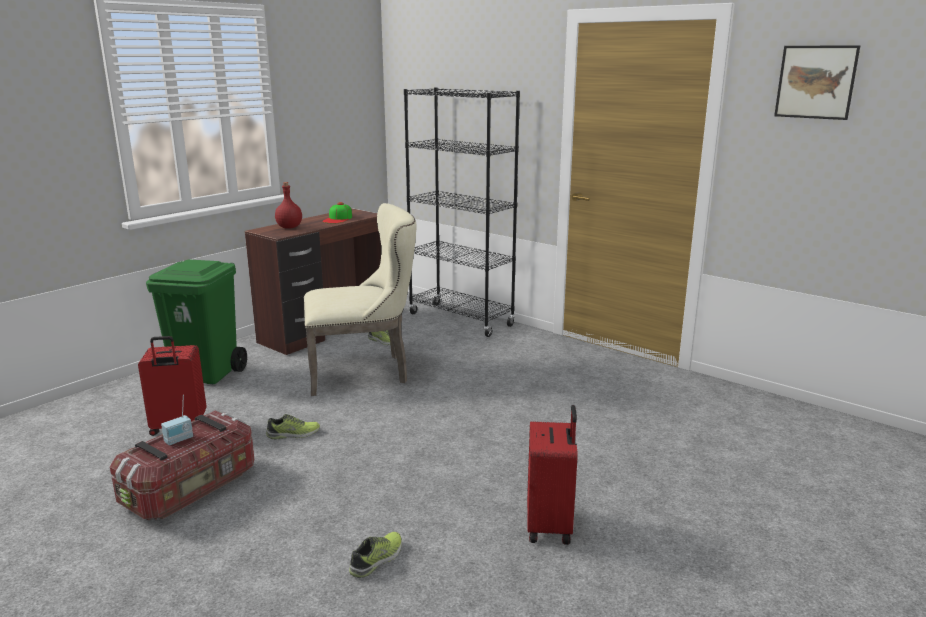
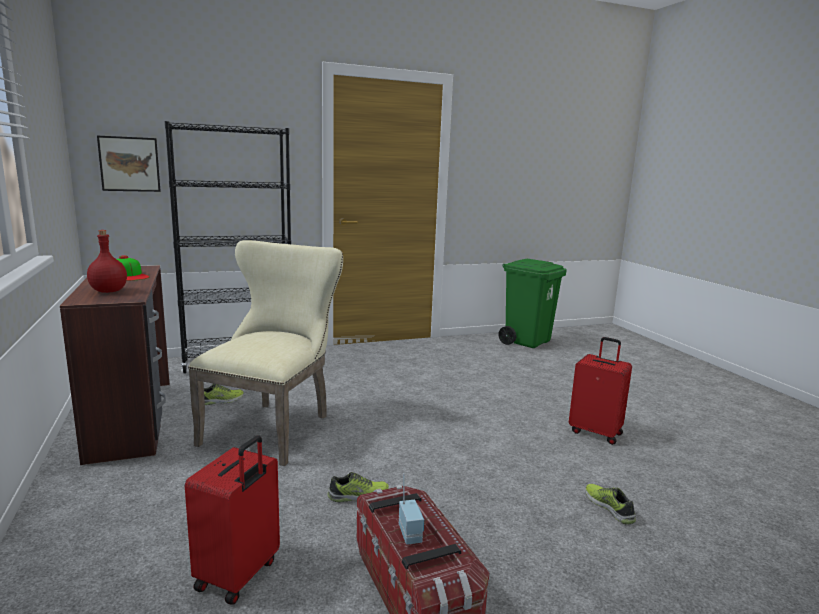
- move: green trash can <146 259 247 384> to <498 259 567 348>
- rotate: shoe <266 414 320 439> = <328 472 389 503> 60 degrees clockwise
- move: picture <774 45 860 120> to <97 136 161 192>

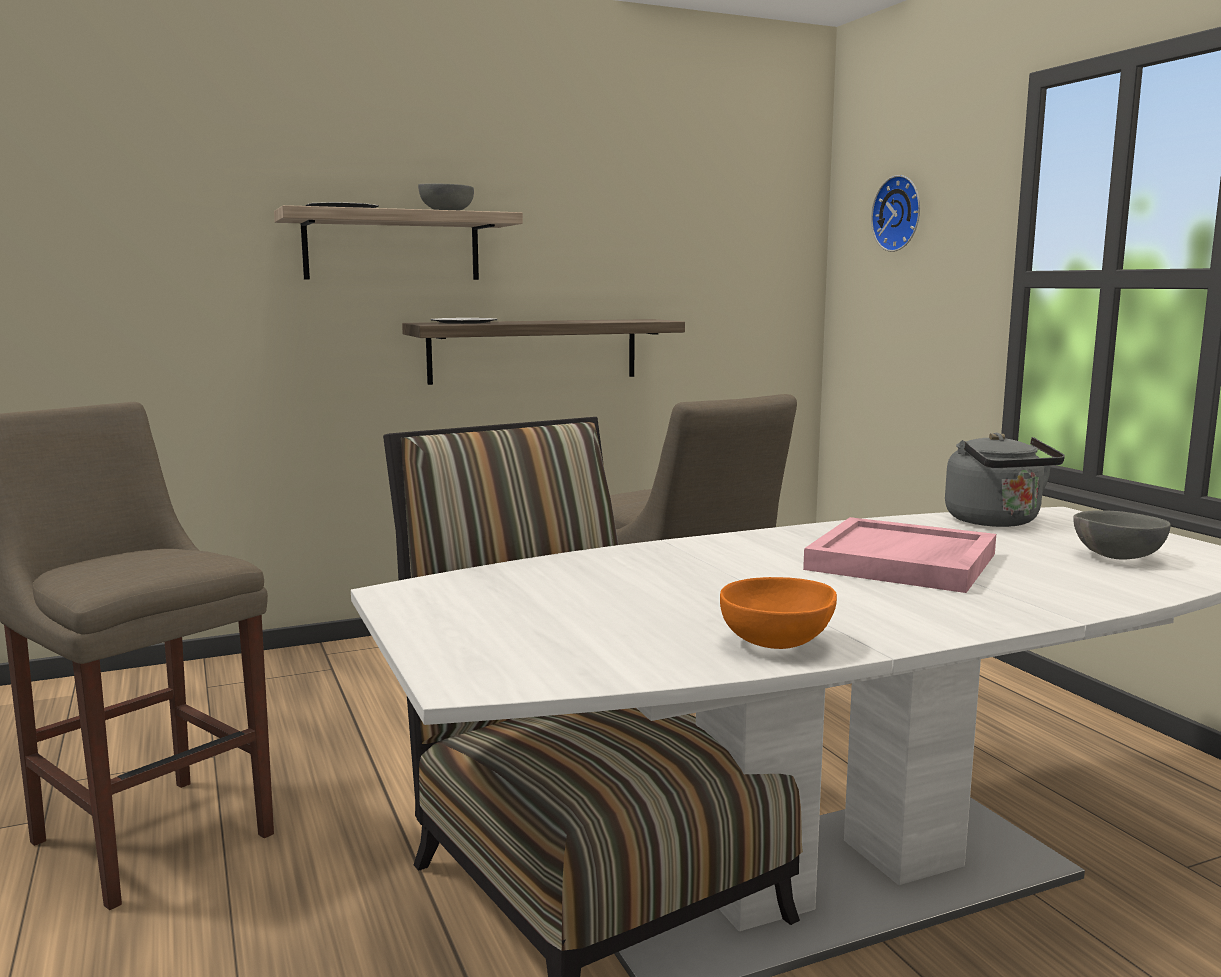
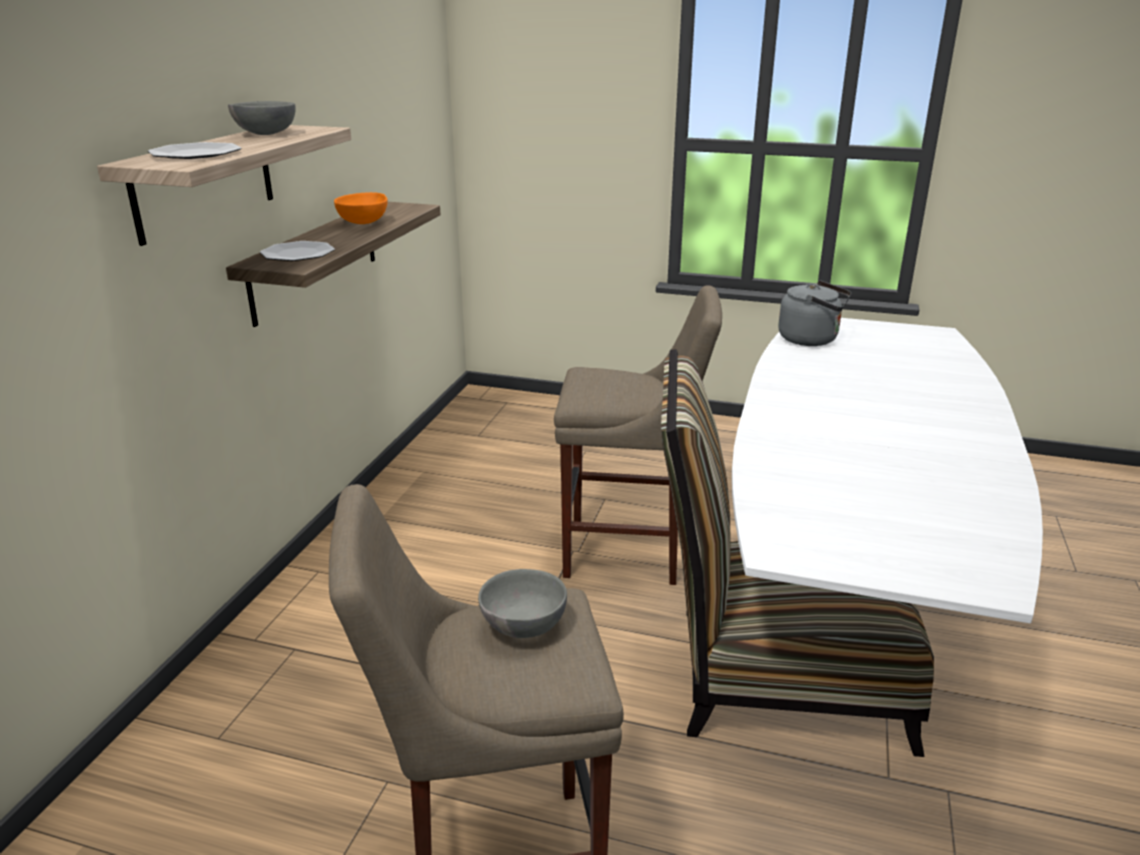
- move: orange bowl <720 577 837 649> to <334 192 387 224>
- delete: pink tray <803 517 996 593>
- delete: wall clock <871 175 920 252>
- move: grey bowl <1074 510 1171 560> to <478 569 567 638>

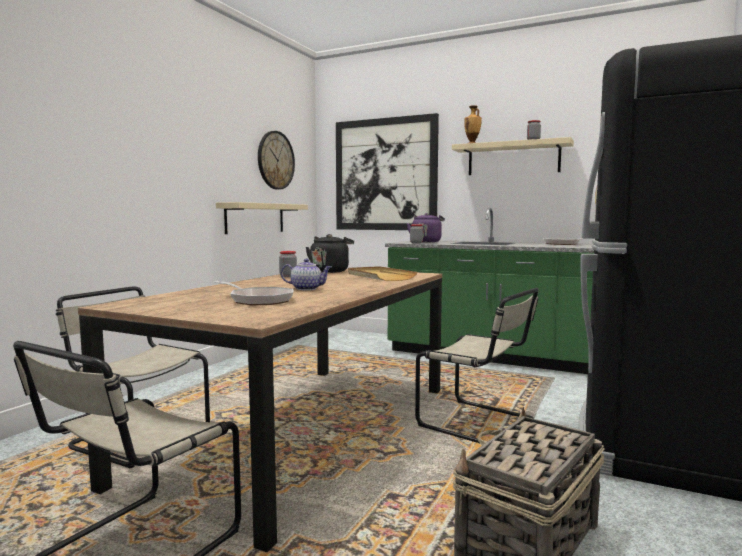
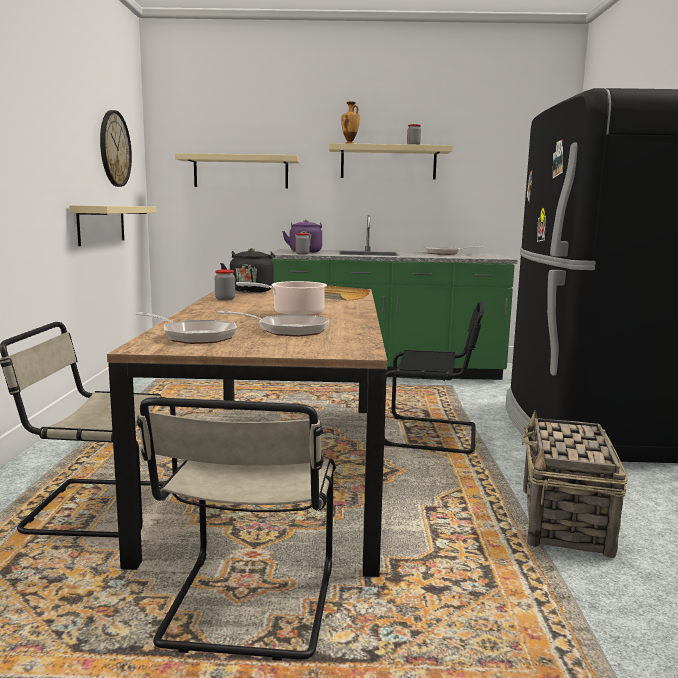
- replace: teapot <281 259 331 290> to cooking pot <236 281 327 316>
- replace: picture <336 113 439 230> to beige shelf <175 153 300 189>
- recolor: beige chair <415 288 539 443> to black chair <384 301 484 454>
- insert: frying pan <136 312 237 344>

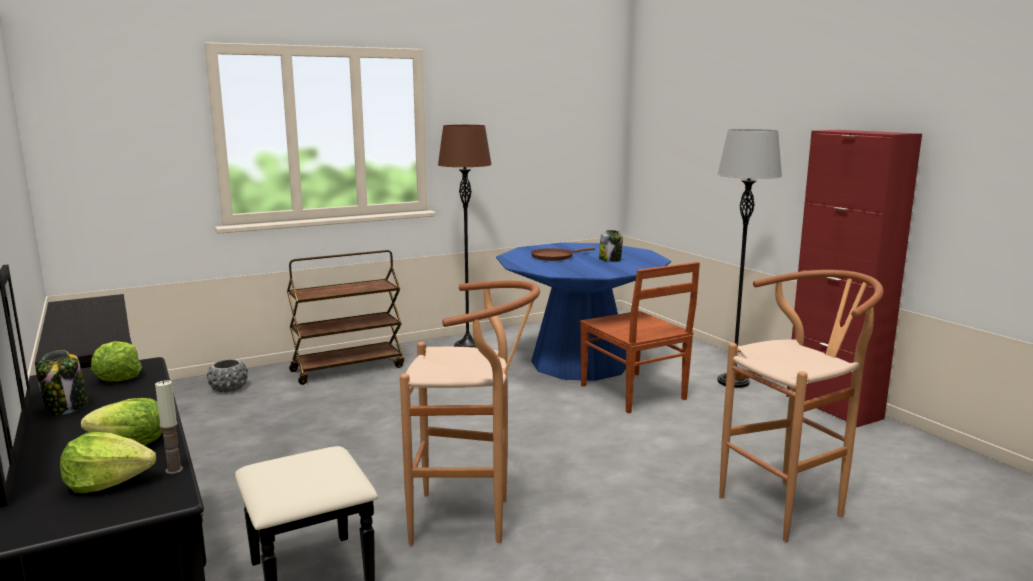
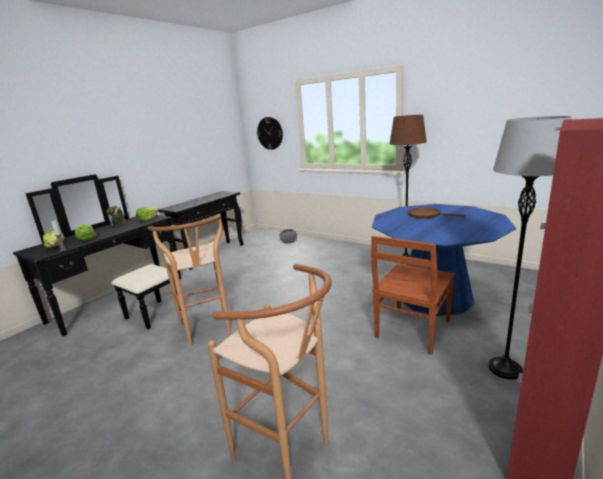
- delete: brown cart <287 250 404 385>
- delete: jar <599 230 623 262>
- insert: wall clock <257 117 283 150>

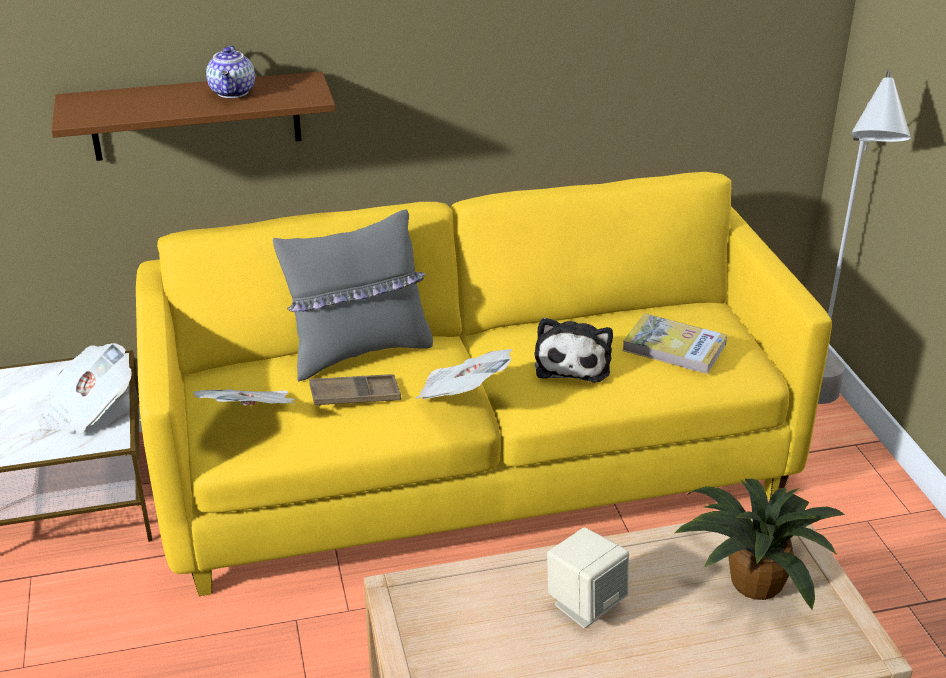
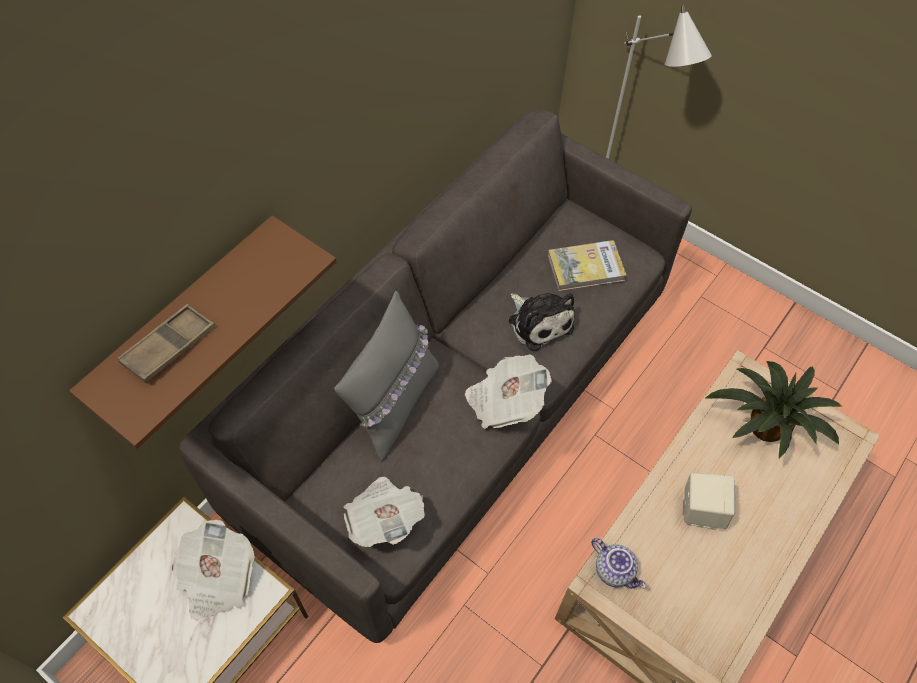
- recolor: yellow sofa <136 172 832 596> to grey sofa <179 110 692 643>
- move: teapot <206 45 255 98> to <591 538 646 589>
- move: brown tray <309 374 401 406> to <117 304 215 383>

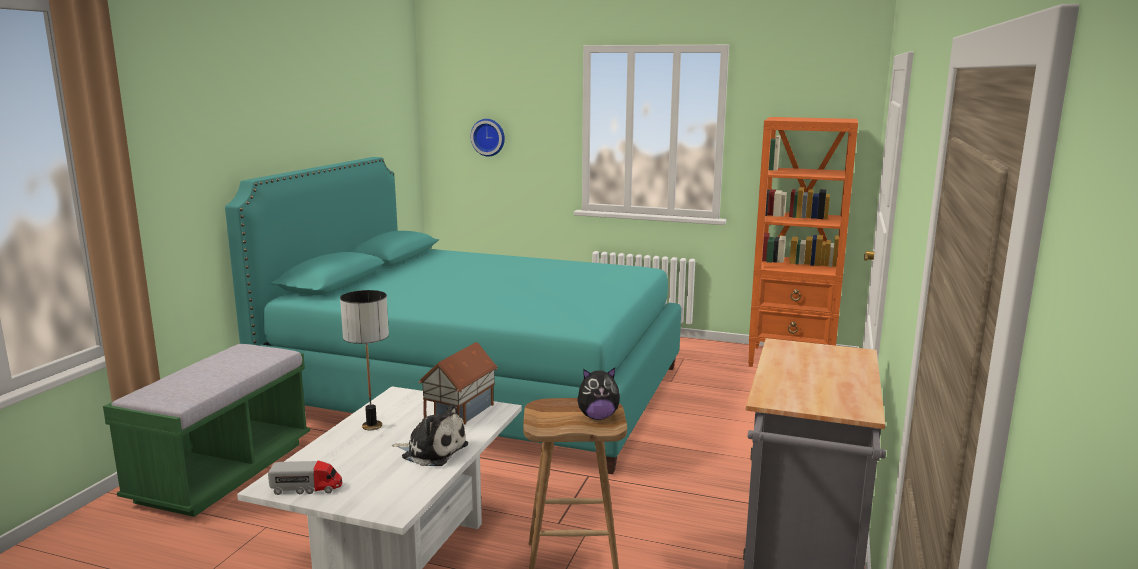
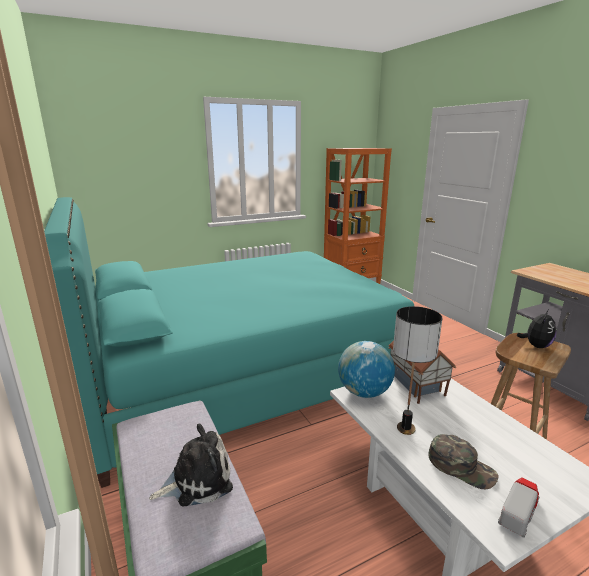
- move: plush toy <392 404 468 466> to <149 424 233 506>
- delete: wall clock <470 119 505 157>
- insert: globe <338 341 395 398>
- insert: green cap <429 434 498 489>

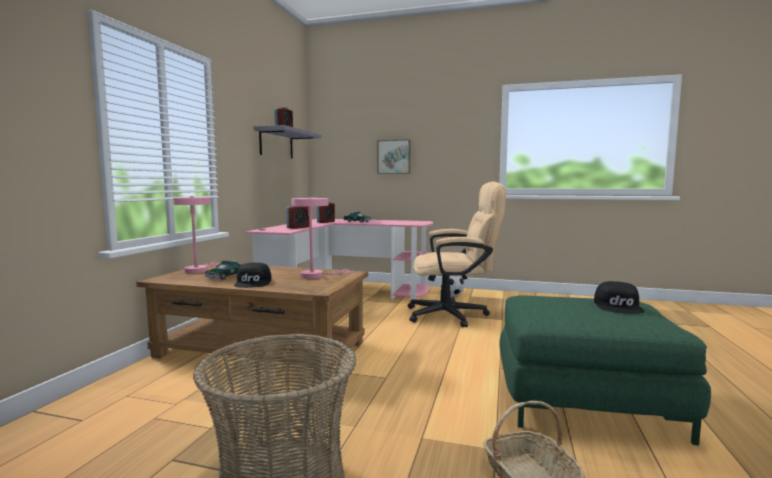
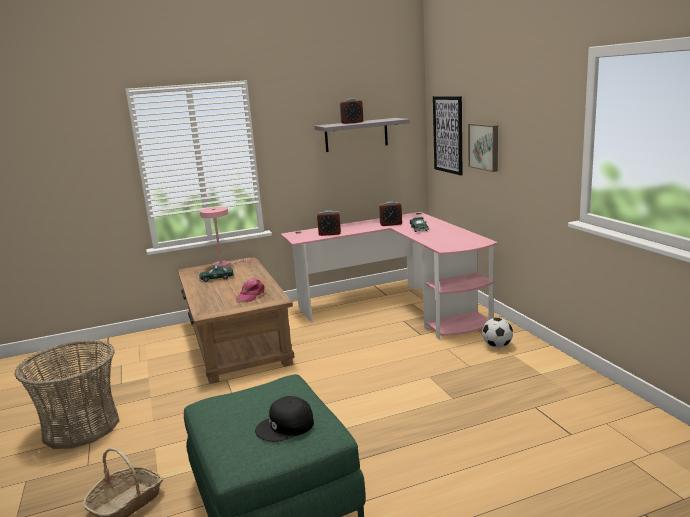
- delete: black cap <234 262 271 288>
- replace: pink table lamp <292 197 349 279> to pink cap <236 278 265 302>
- delete: beige office chair <408 182 506 328>
- insert: picture <433 96 462 175>

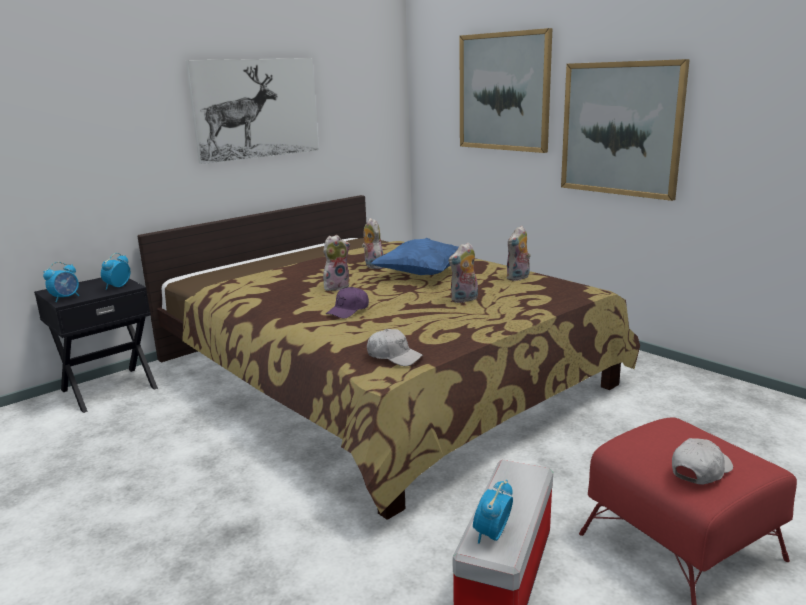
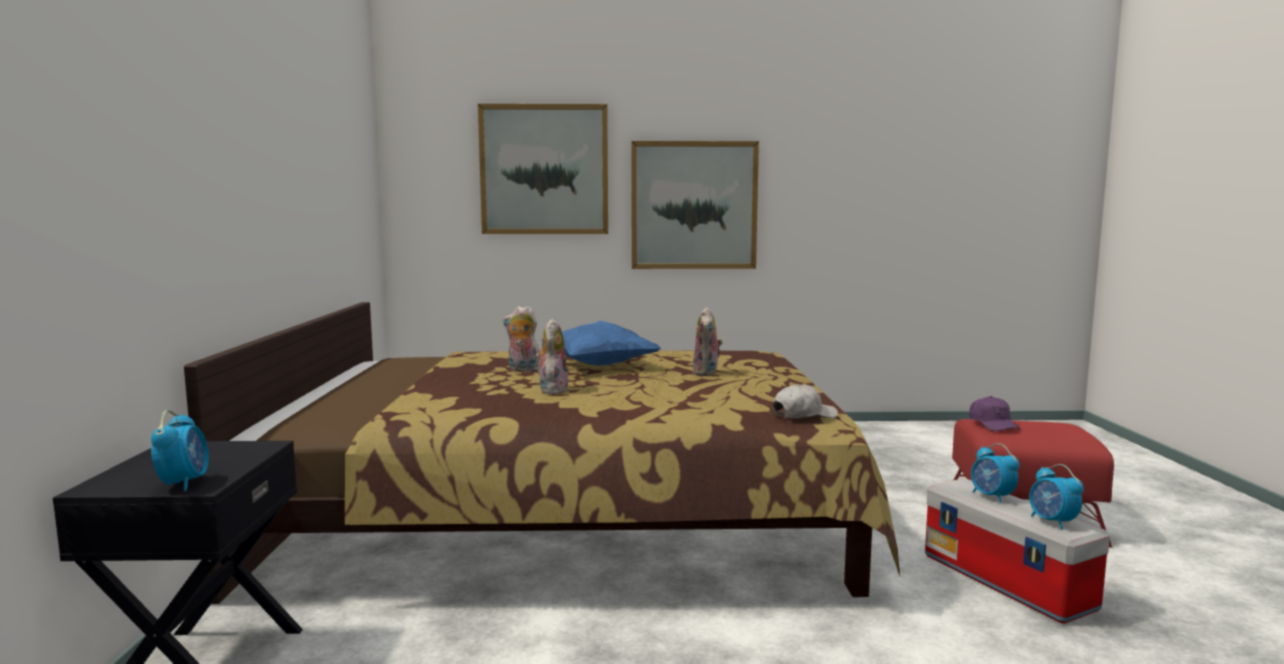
- move: alarm clock <101 253 130 290> to <971 443 1020 503>
- delete: picture <186 58 319 164>
- move: purple cap <326 287 369 319> to <970 396 1021 431>
- delete: plush toy <507 226 531 281>
- delete: white cap <672 438 733 485>

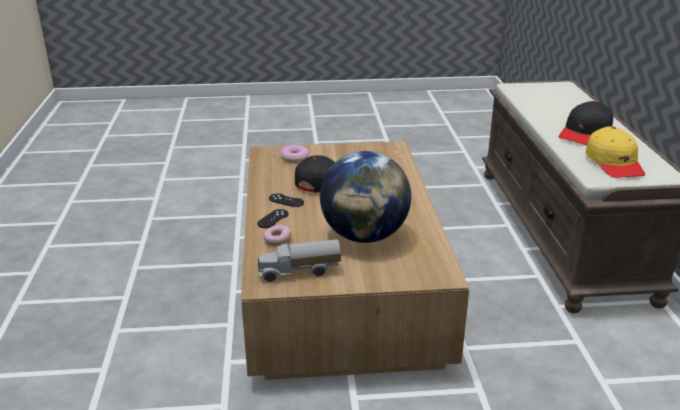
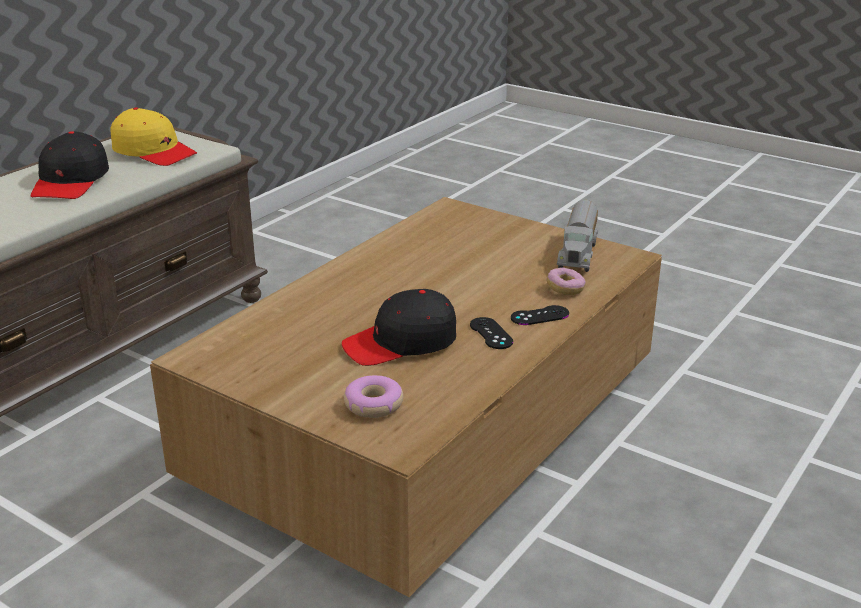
- rotate: toy truck <257 239 341 282> = <557 200 598 272> 75 degrees clockwise
- delete: globe <320 151 411 243>
- rotate: black cap <559 101 613 145> = <31 131 109 199> 105 degrees clockwise
- rotate: yellow cap <585 126 645 178> = <110 107 197 166> 90 degrees clockwise

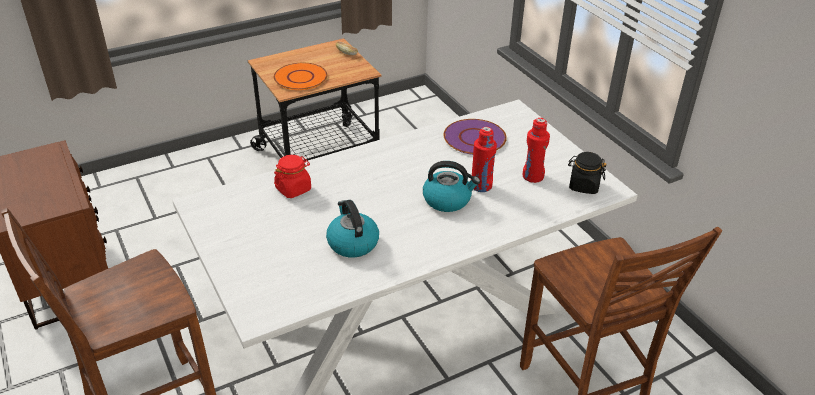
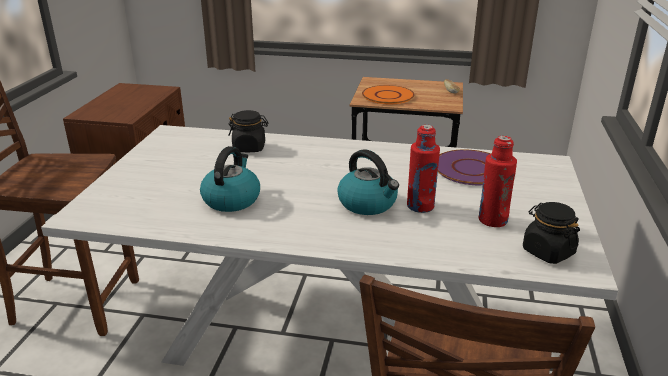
- recolor: red jar <274 155 311 198> to black jar <228 110 268 152>

